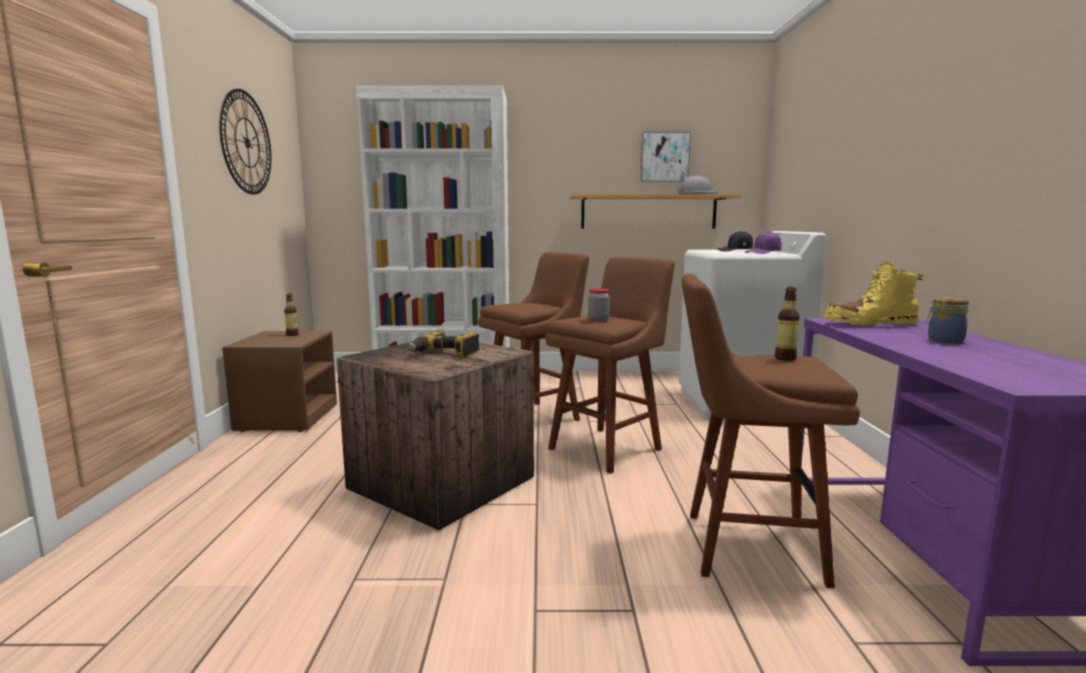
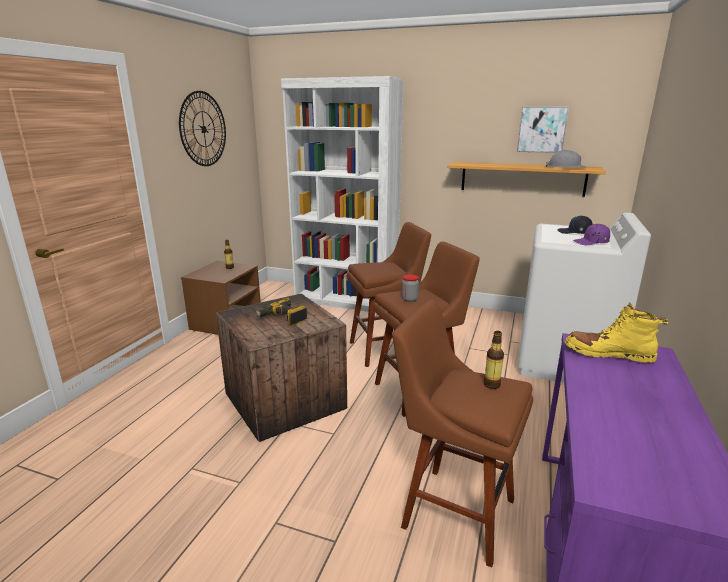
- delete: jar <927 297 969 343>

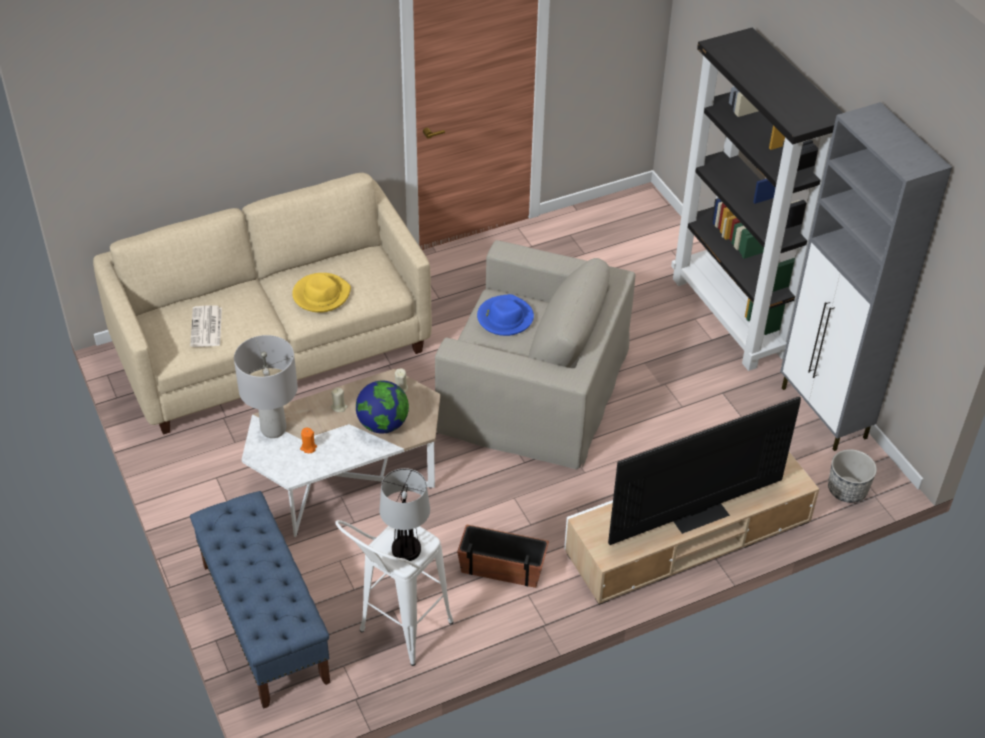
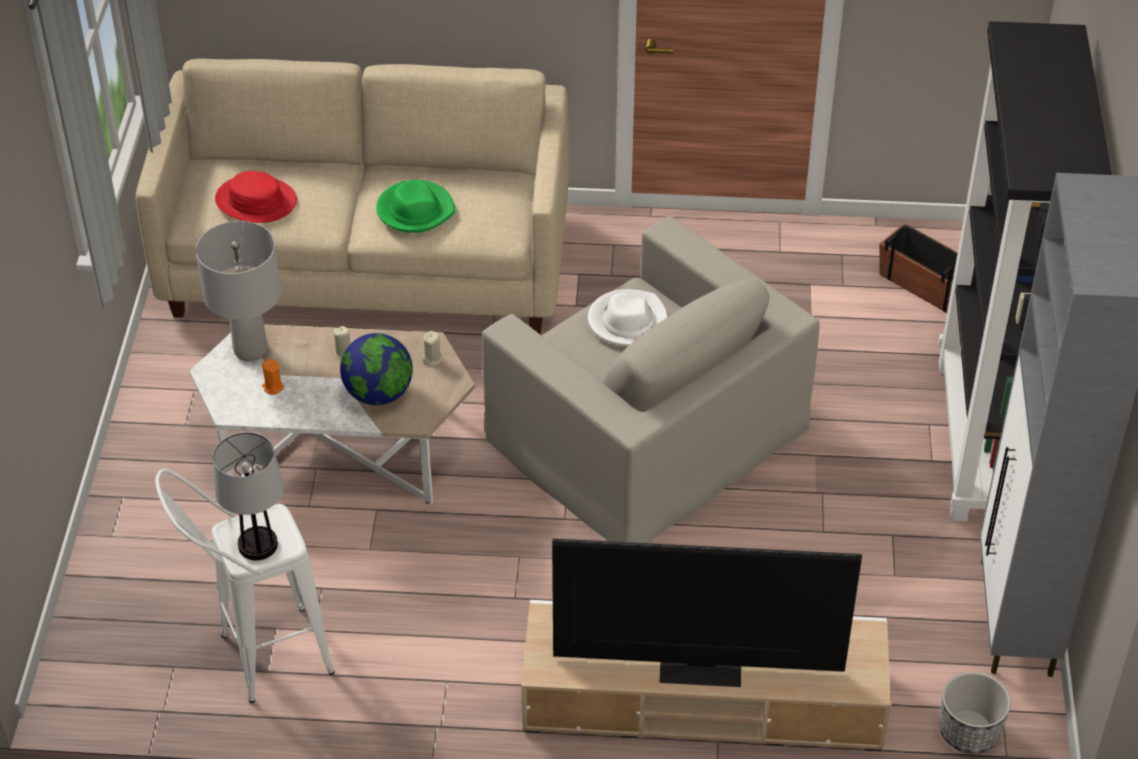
- replace: newspaper <190 305 222 347> to red hat <215 171 297 223>
- delete: blue bench <190 491 330 709>
- recolor: yellow hat <292 273 351 313> to green hat <376 180 455 233>
- move: planter <457 524 549 588> to <880 223 975 313>
- recolor: blue hat <477 294 534 336> to white hat <588 289 668 347>

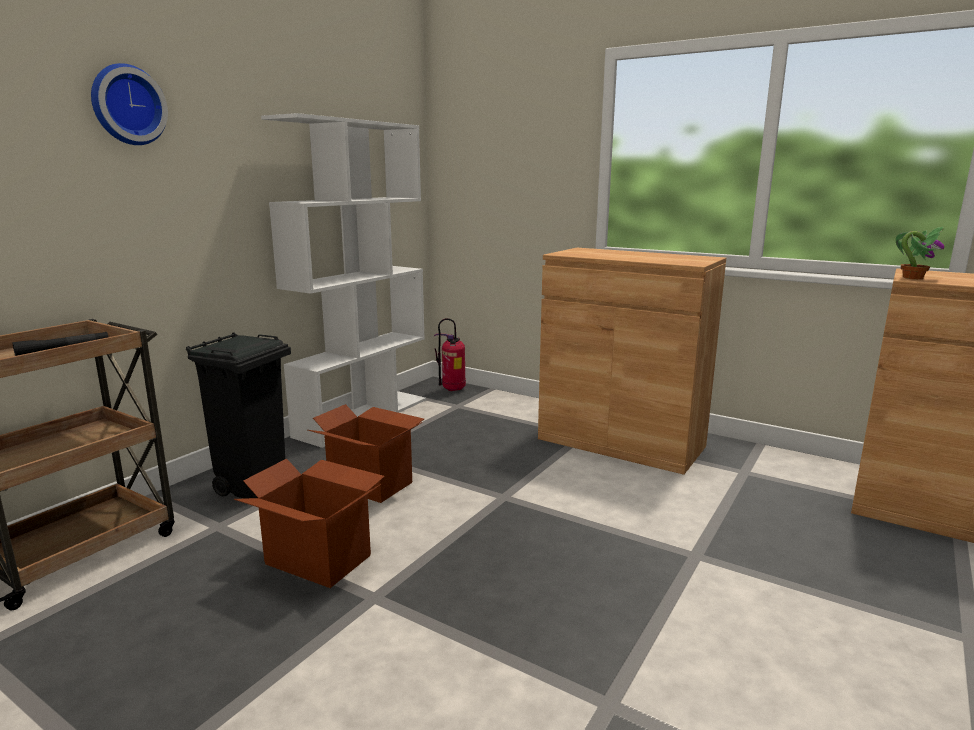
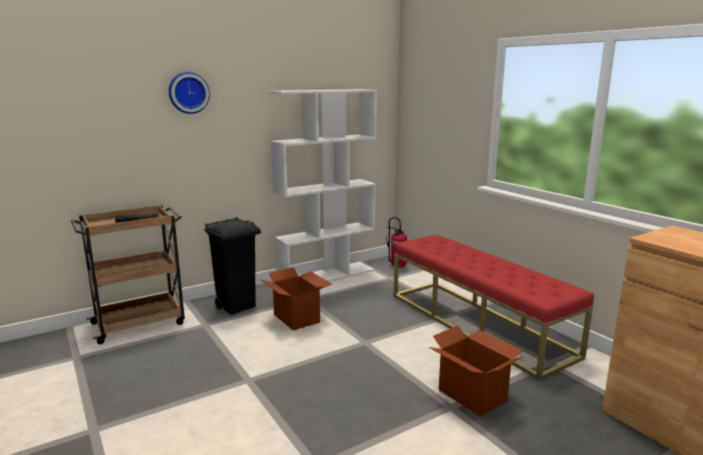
- move: cardboard box <234 458 385 588> to <429 326 523 417>
- replace: brown cabinet <538 248 726 475> to red bench <393 235 594 380>
- delete: potted plant <896 226 945 279>

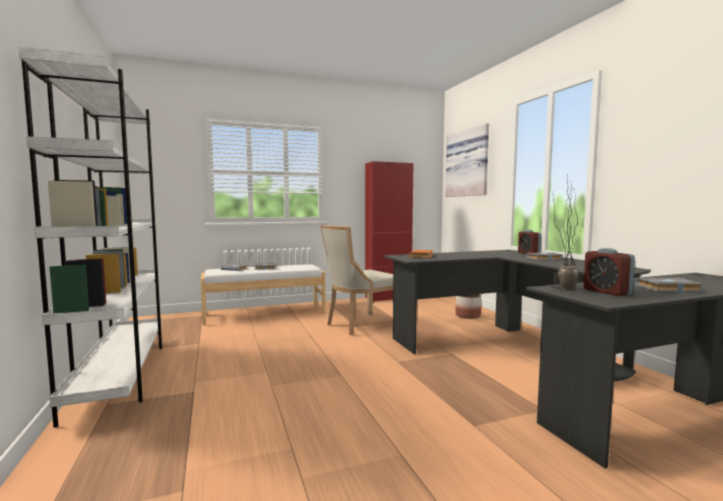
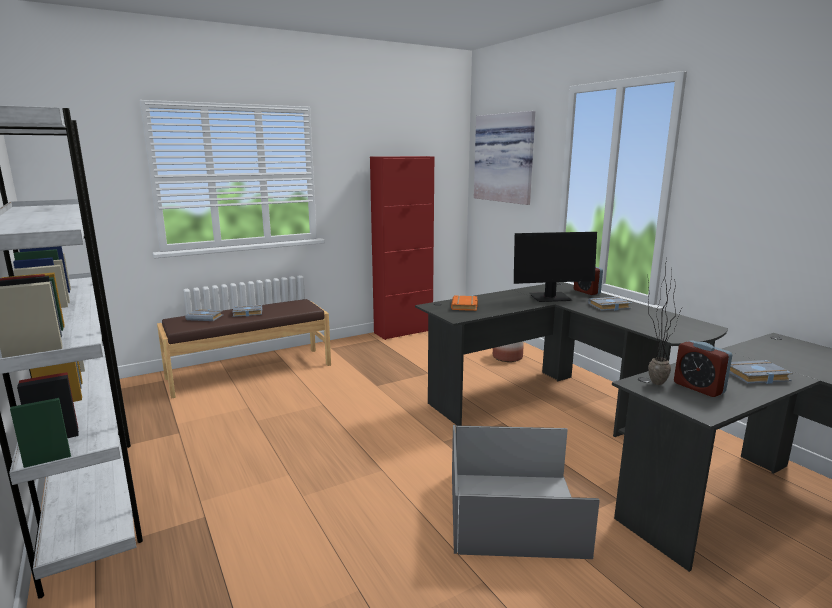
- recolor: white bench <201 264 326 325> to brown bench <157 299 331 399>
- delete: beige chair <320 225 393 335>
- insert: grey storage box <452 425 600 559>
- insert: monitor <514 232 597 302>

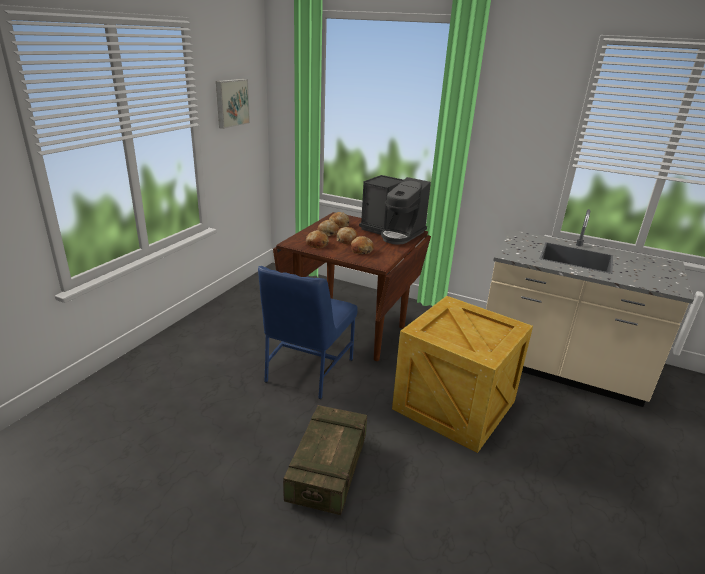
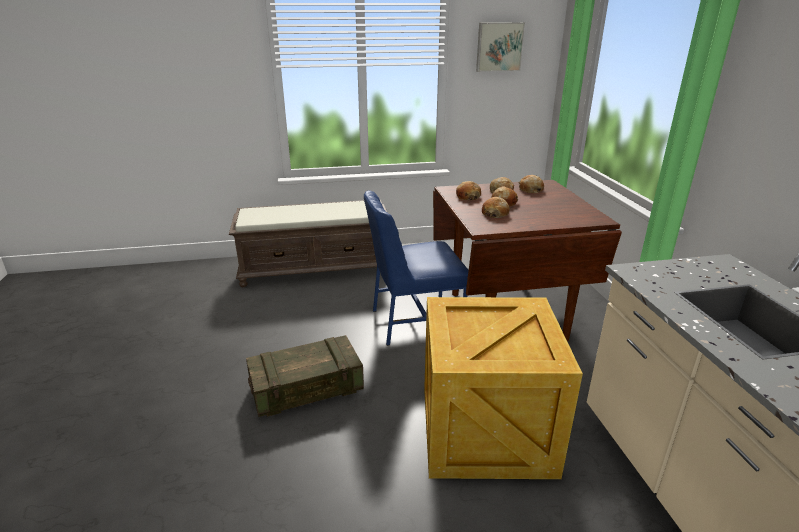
- delete: coffee machine <359 175 431 245>
- insert: brown bench <229 200 387 287>

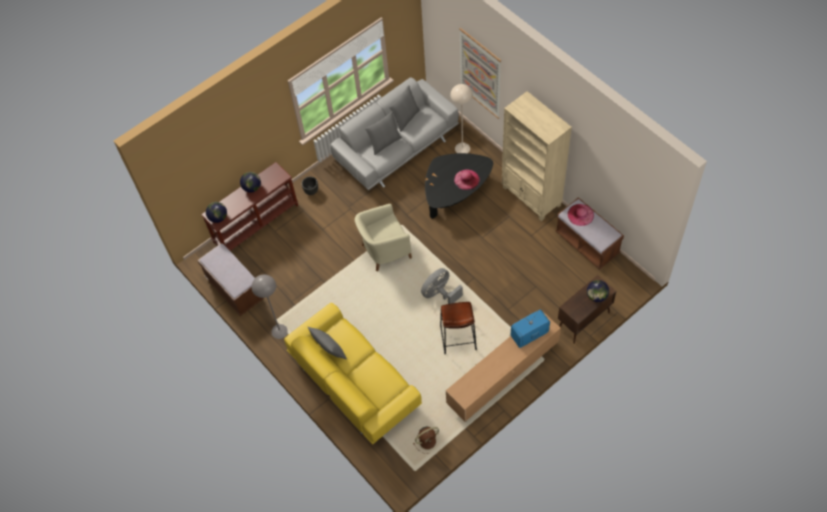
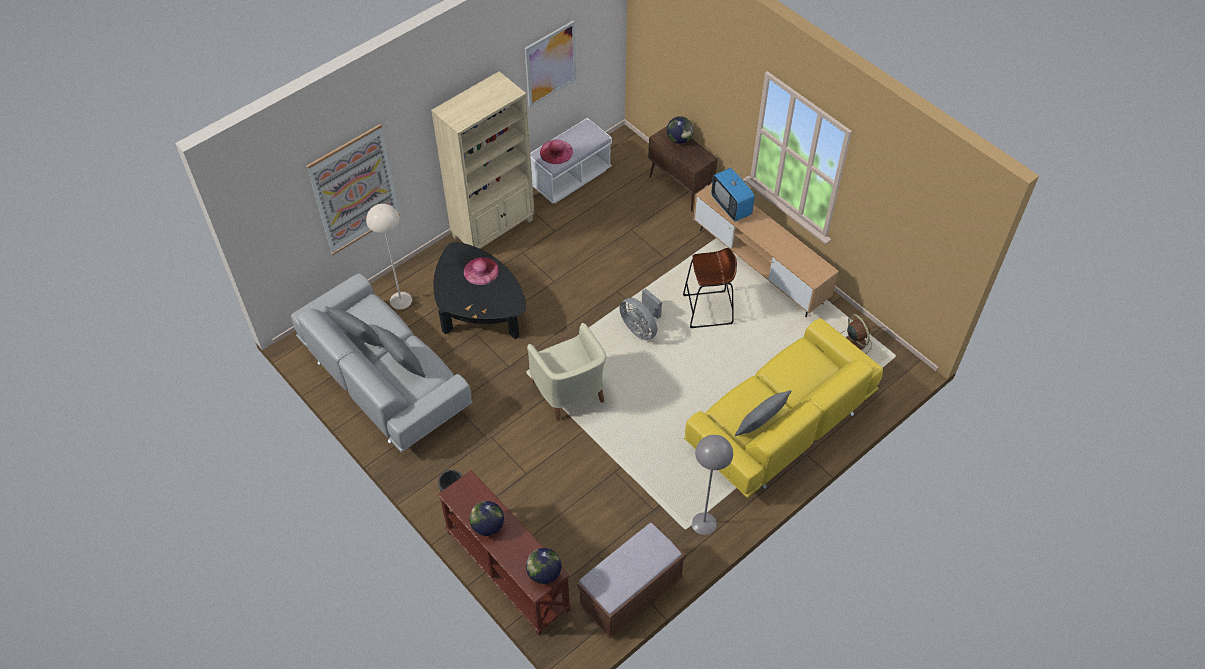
- recolor: brown bench <556 197 624 270> to white bench <530 118 612 204>
- insert: picture <525 20 576 107>

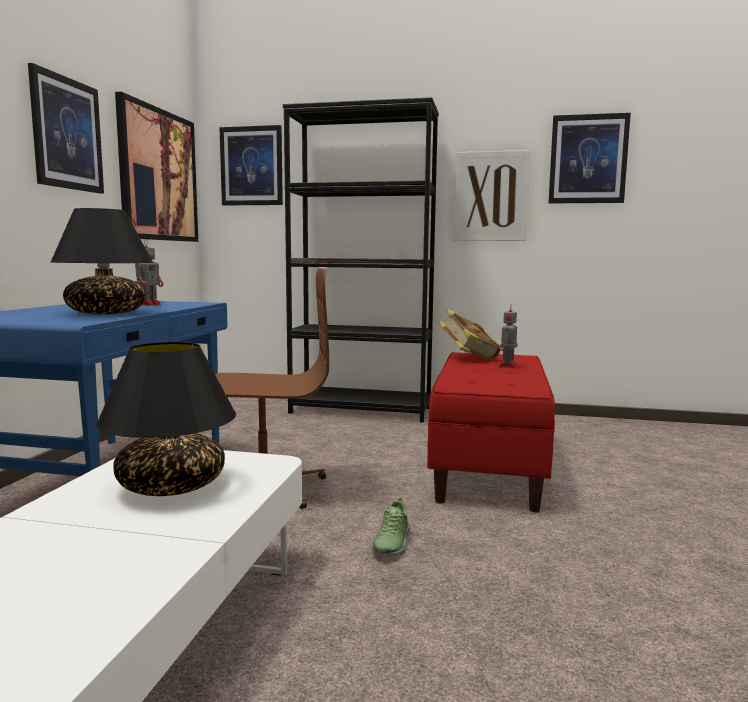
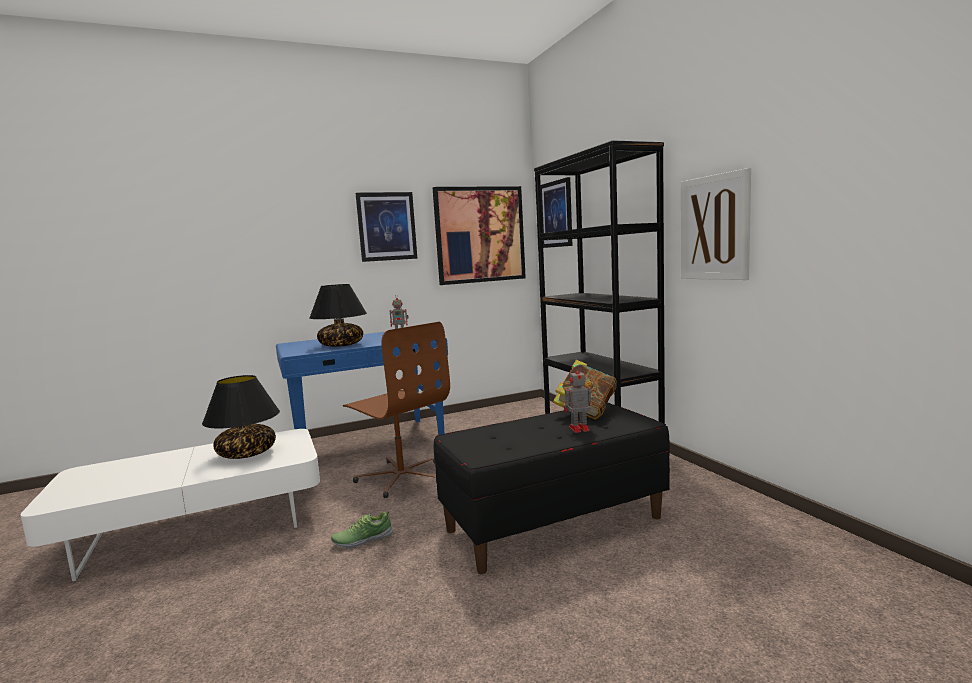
- recolor: red bench <427 352 555 512> to black bench <434 403 670 574>
- delete: picture <548 113 631 204>

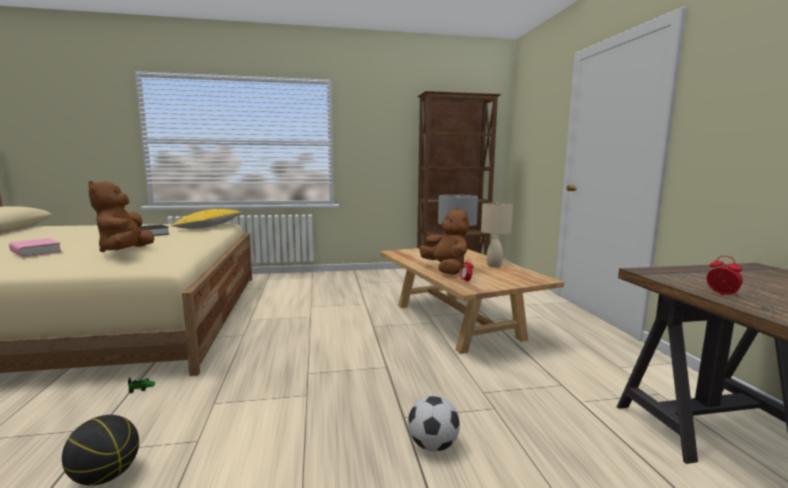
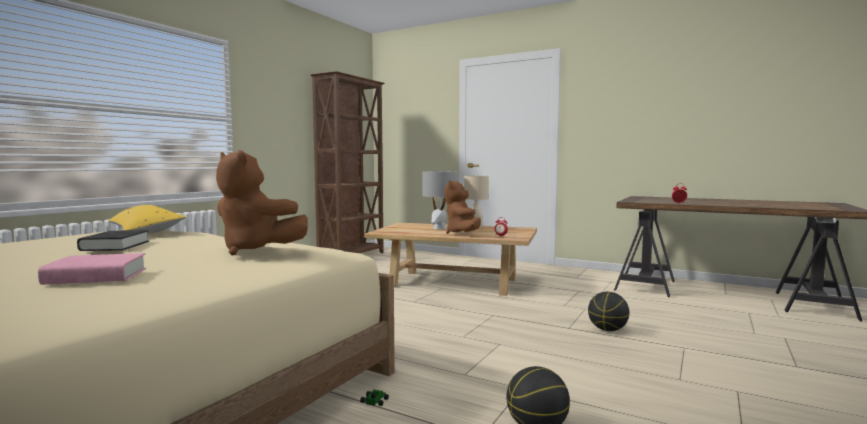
- replace: football <408 396 460 452> to basketball <588 292 629 331>
- rotate: brown plush toy <419 208 469 275> = <445 181 481 234> 105 degrees counterclockwise

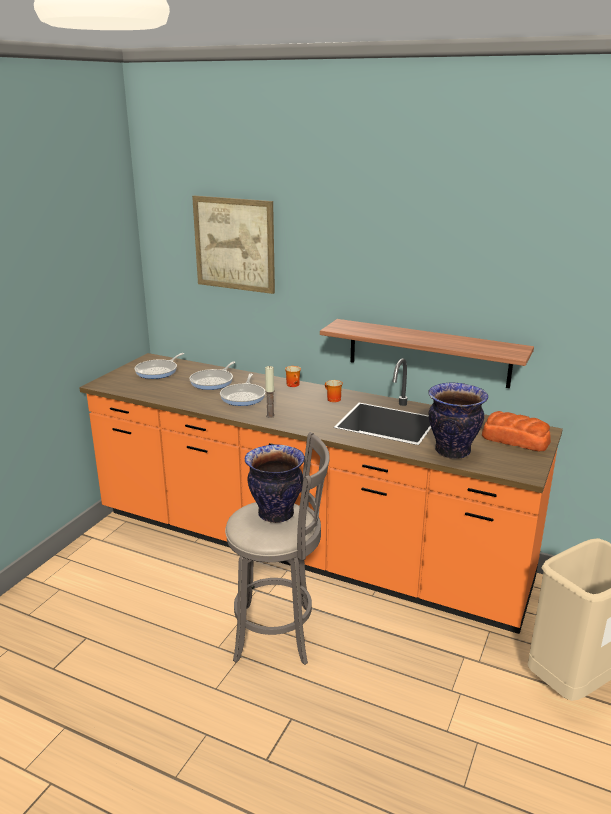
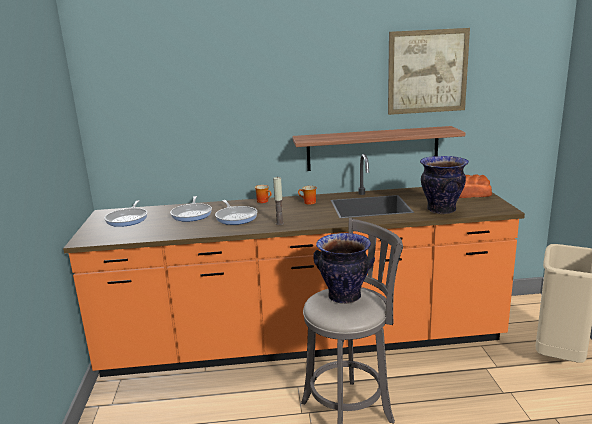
- move: picture <192 196 275 294> to <388 28 470 115>

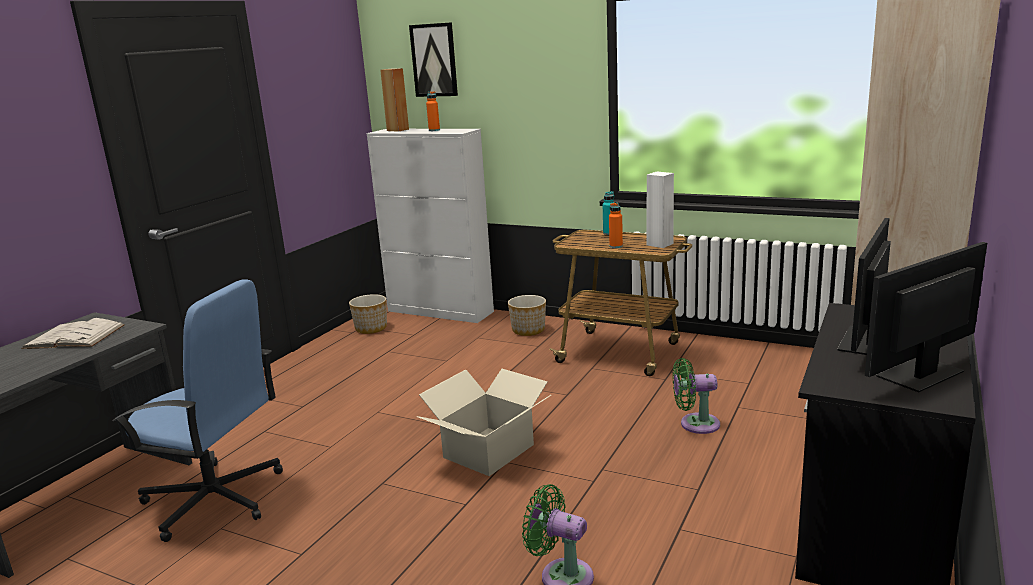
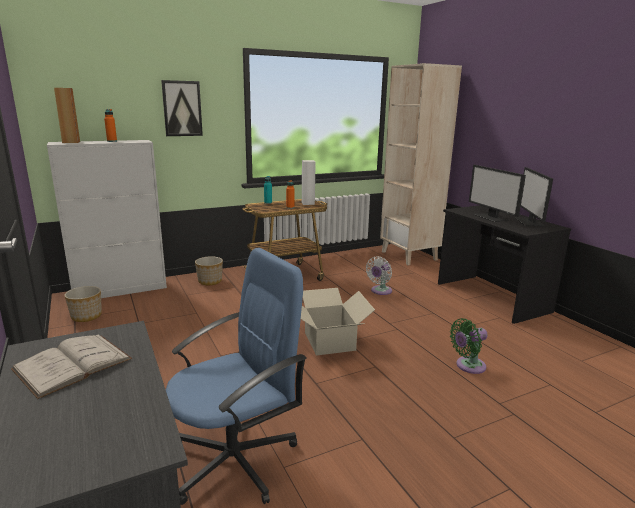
- move: picture <409 22 458 97> to <161 80 203 136>
- recolor: green fan <673 358 720 434> to white fan <366 257 392 295>

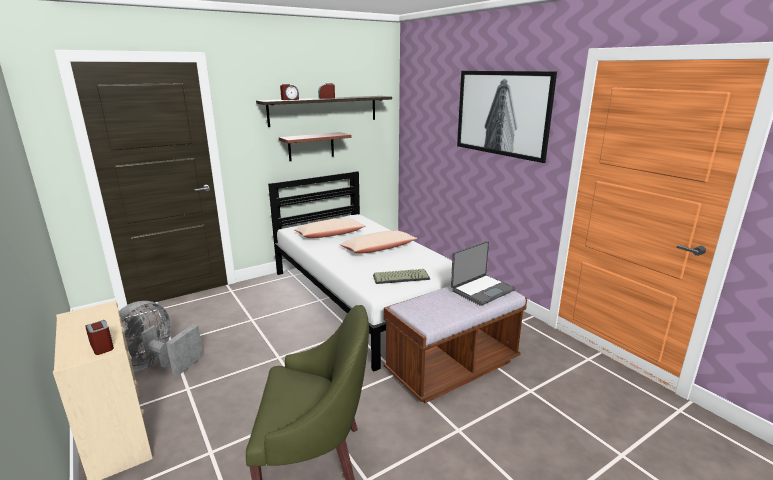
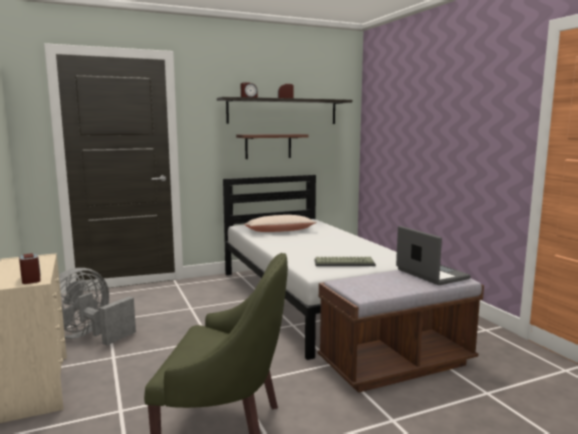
- delete: beige pillow <339 230 417 254>
- rotate: laptop <451 241 516 306> = <396 226 471 285> 90 degrees counterclockwise
- delete: picture <457 71 557 163>

